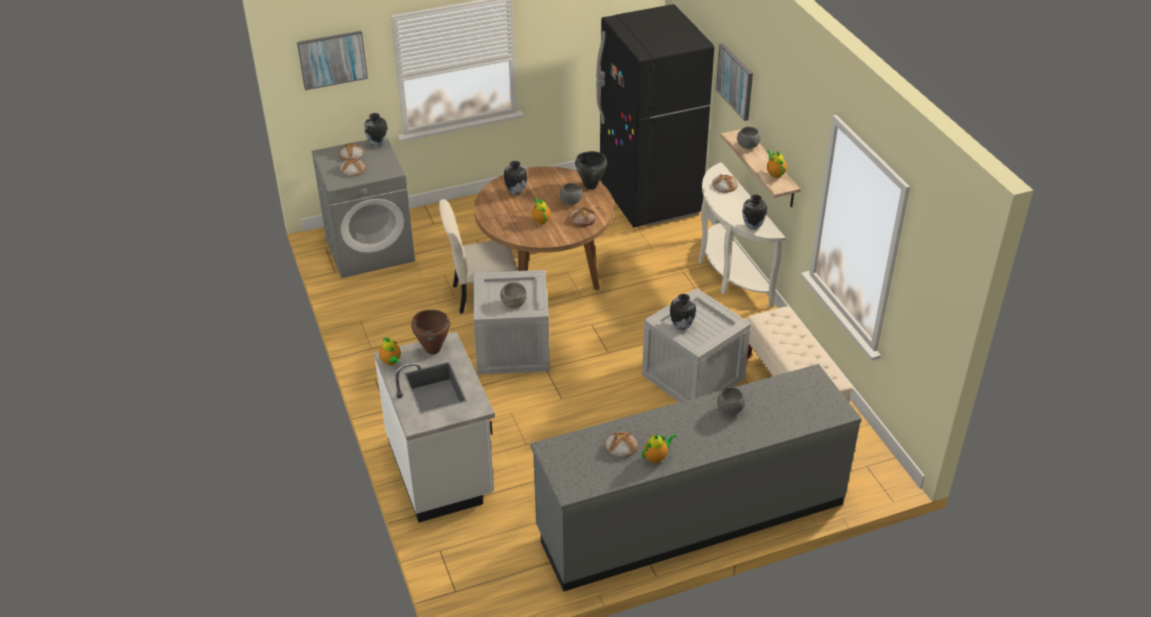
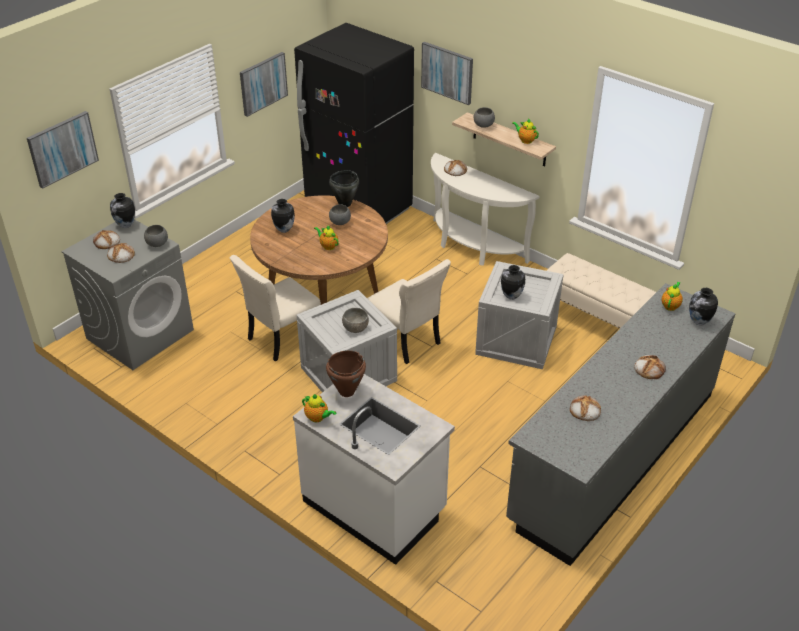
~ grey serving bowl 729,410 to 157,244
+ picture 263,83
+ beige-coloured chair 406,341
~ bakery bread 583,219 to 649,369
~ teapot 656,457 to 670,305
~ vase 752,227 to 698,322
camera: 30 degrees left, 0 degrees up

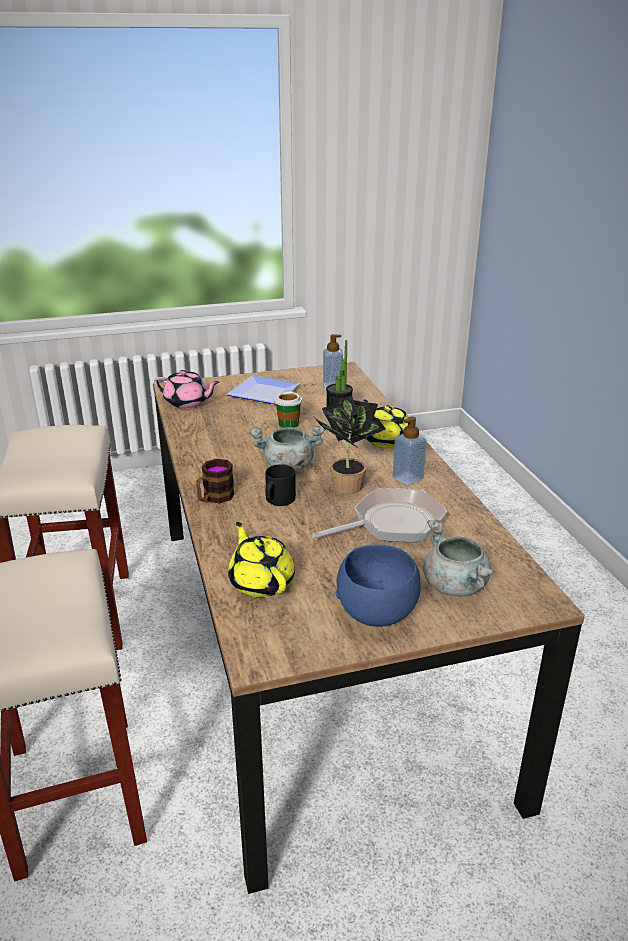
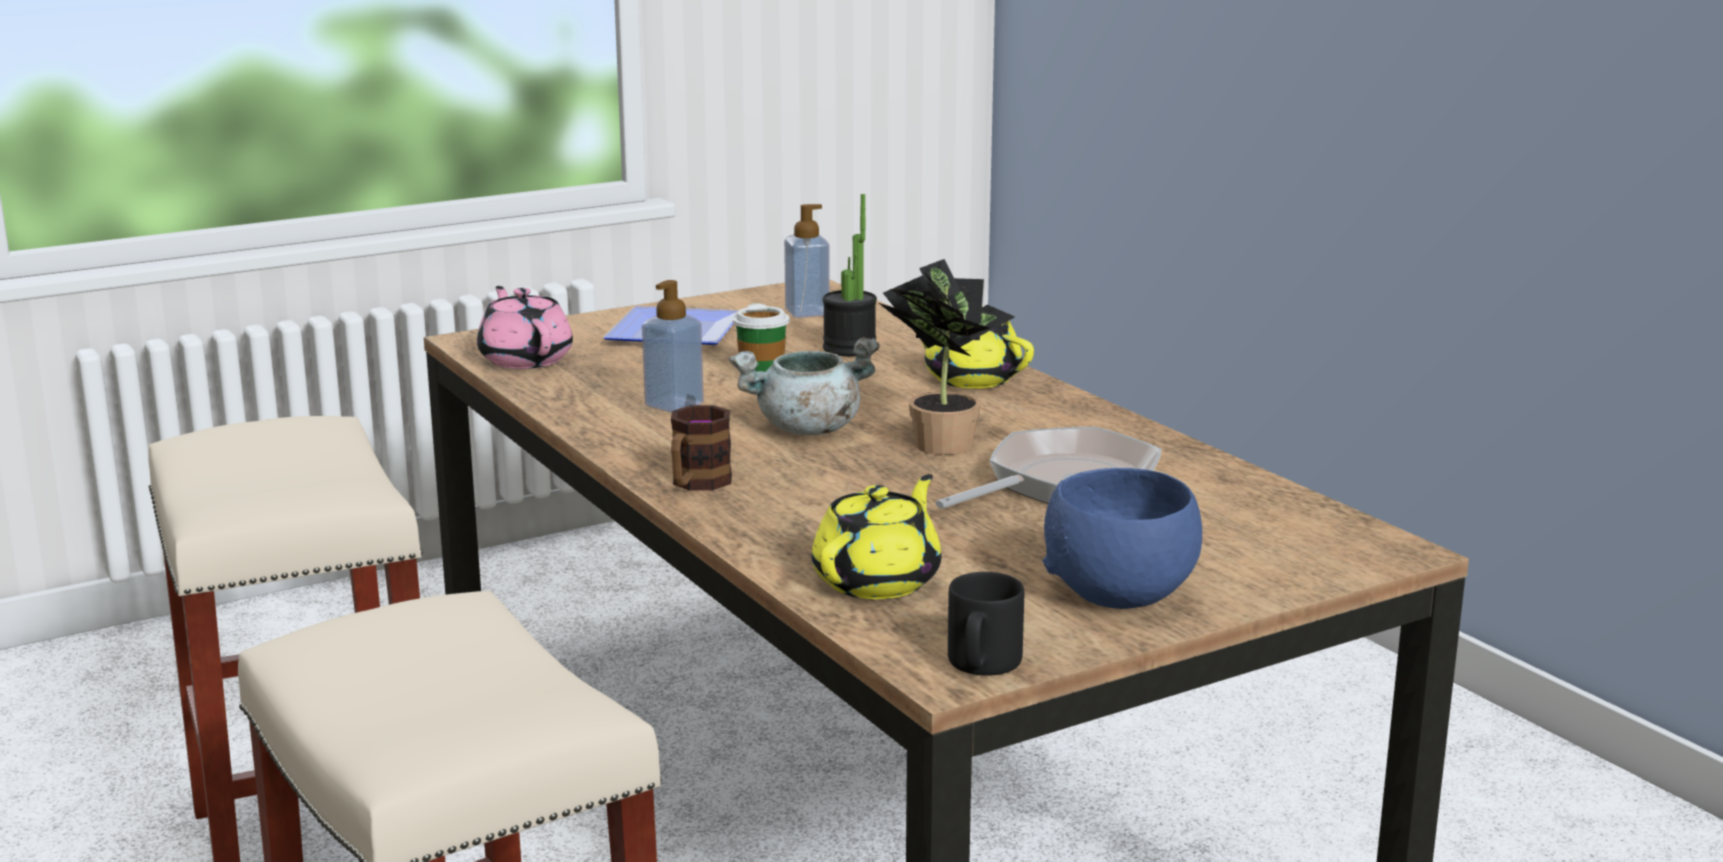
~ pinkish teapot 187,403 = 525,359 120 degrees counterclockwise
~ soap bottle 407,478 to 674,405
~ yellowish teapot 261,581 = 879,581 75 degrees clockwise
~ black-coloured tea mug 278,500 to 982,665
- grey stockpot 456,586
camera: 15 degrees left, 10 degrees down

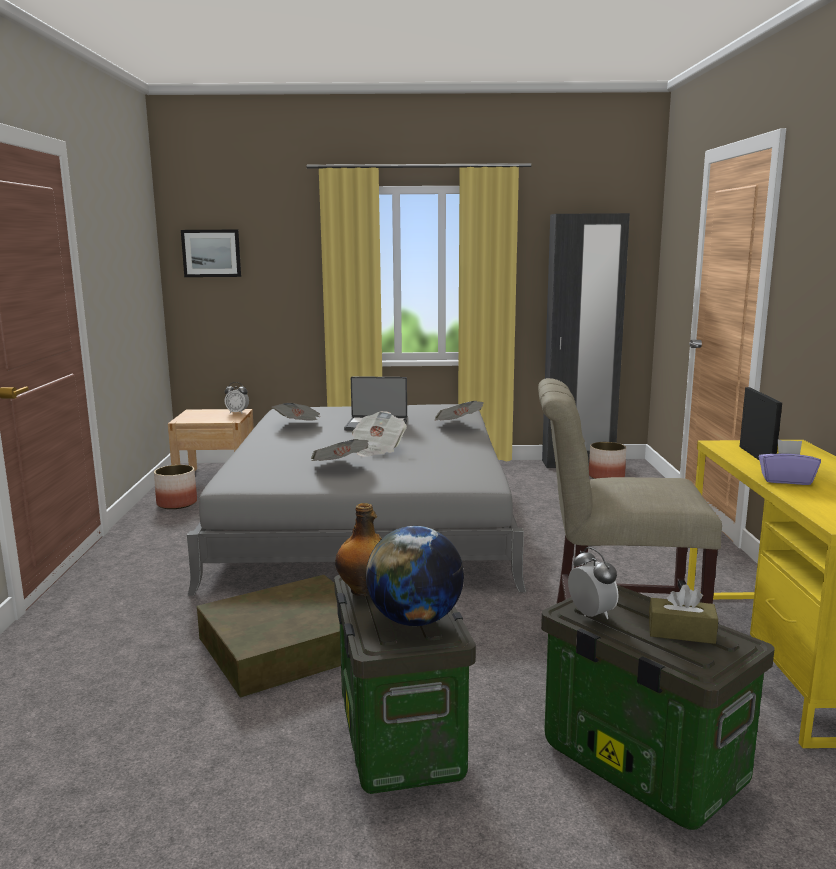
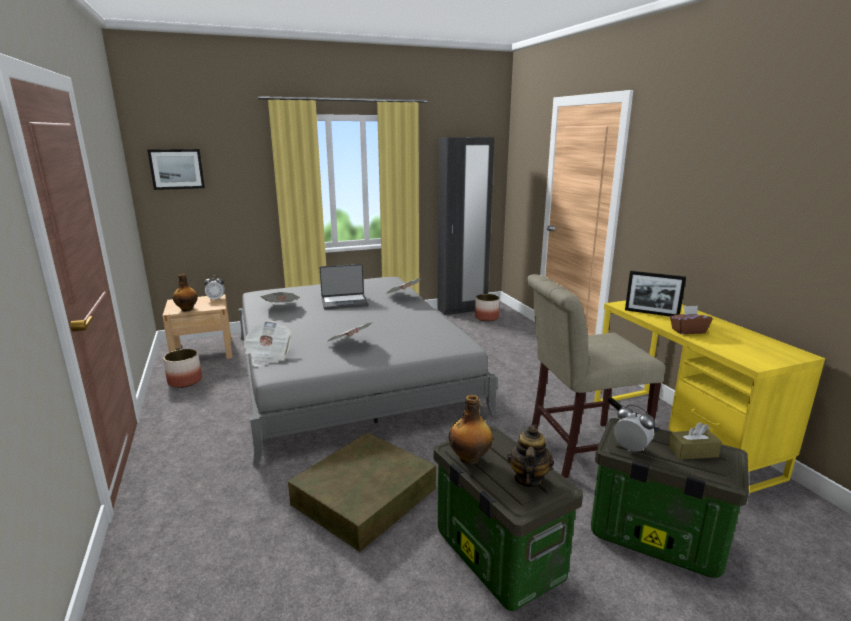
+ drink bottle 187,309
~ printed paper 377,449 to 268,356
~ desk globe 415,620 to teapot 528,479
~ photo frame 756,456 = 651,313 135 degrees clockwise
~ purple tissue box 786,480 to brown tissue box 688,331
camera: 20 degrees left, 5 degrees up

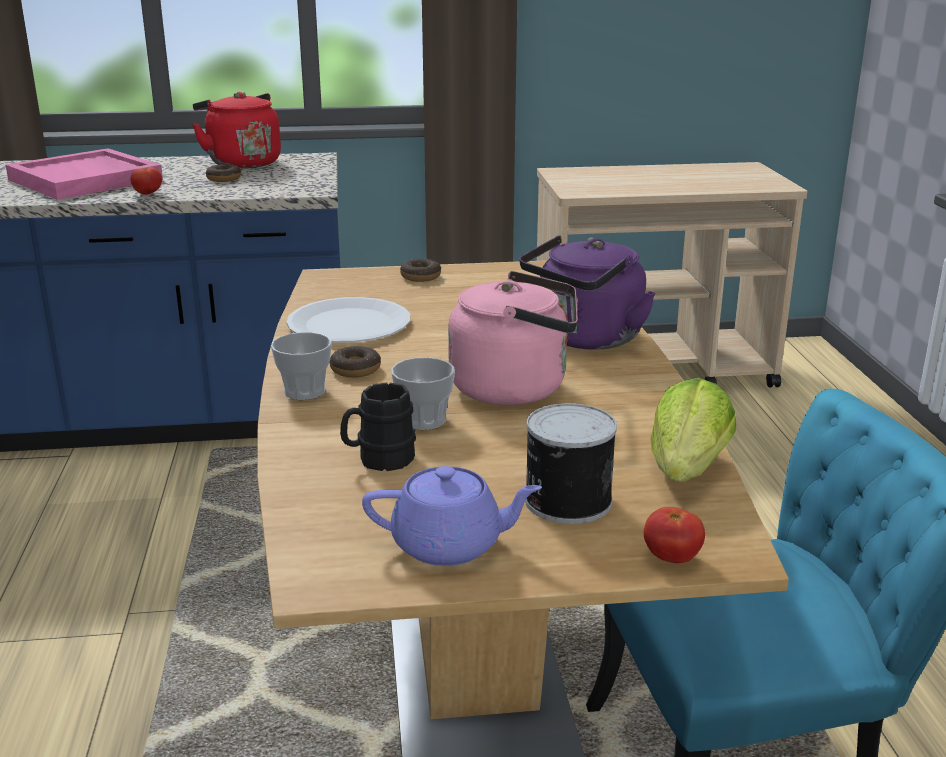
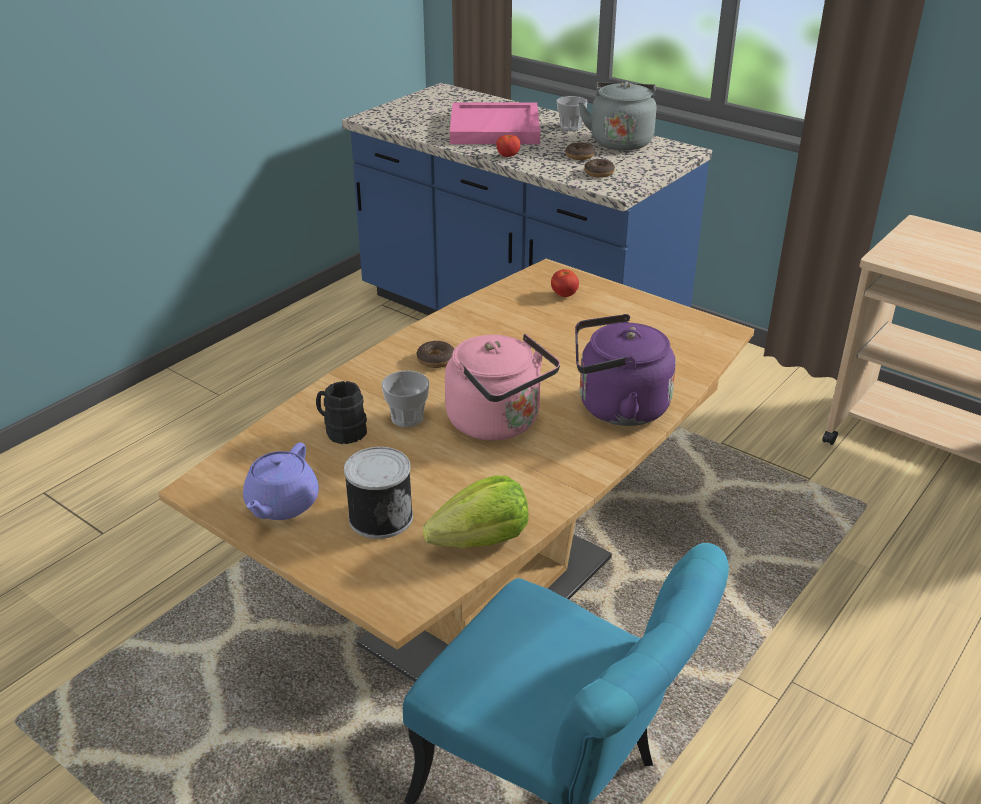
~ purple teapot 450,545 = 281,505 60 degrees clockwise
~ whole tomato 672,558 to 564,295
~ small cup 304,391 to 570,127
~ red-coloured kettle 242,163 to grey kettle 620,141
~ donut 420,277 to 599,173
- whitish plate 349,324
camera: 45 degrees right, 10 degrees up

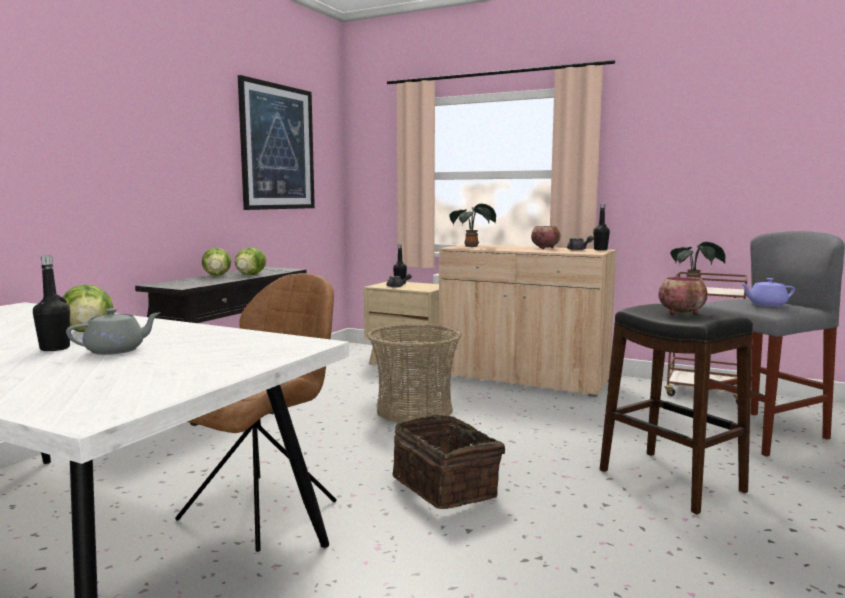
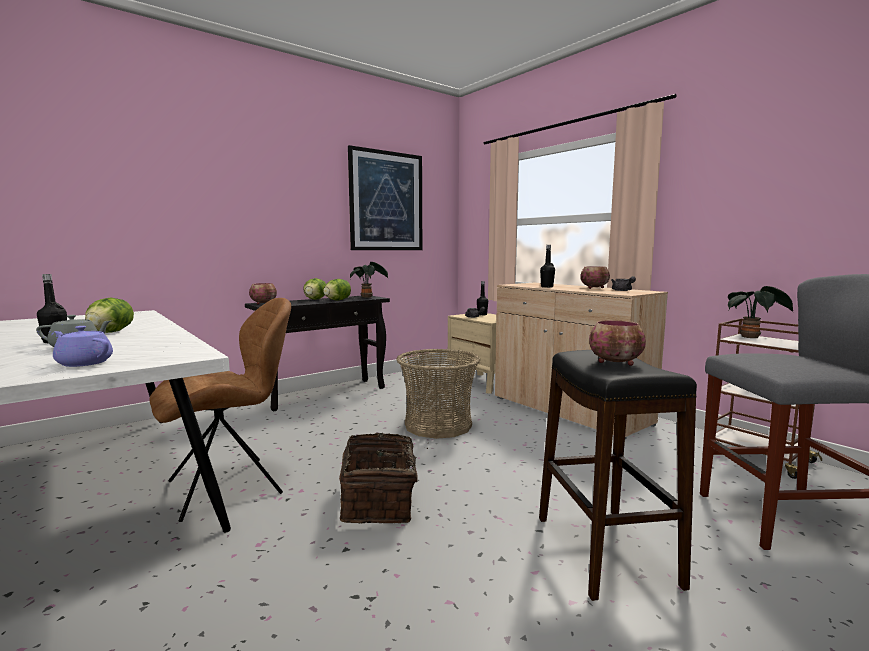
~ purple teapot 766,305 to 83,363
+ serving bowl 264,303
~ houseplant 473,247 to 368,297
~ black-coloured drink bottle 600,250 to 547,287
camera: 25 degrees right, 0 degrees up

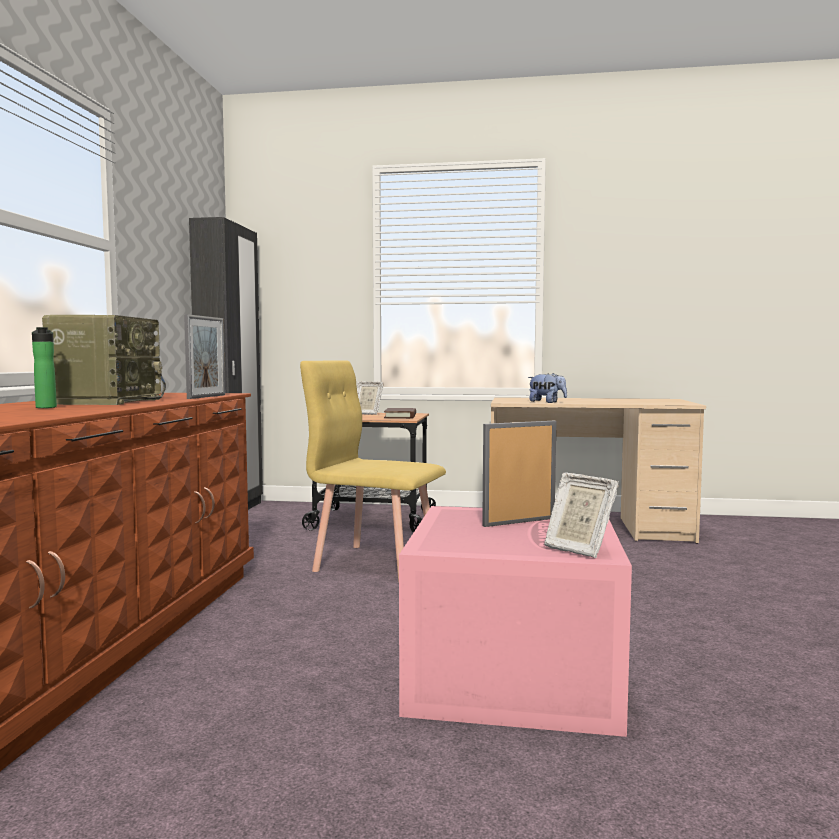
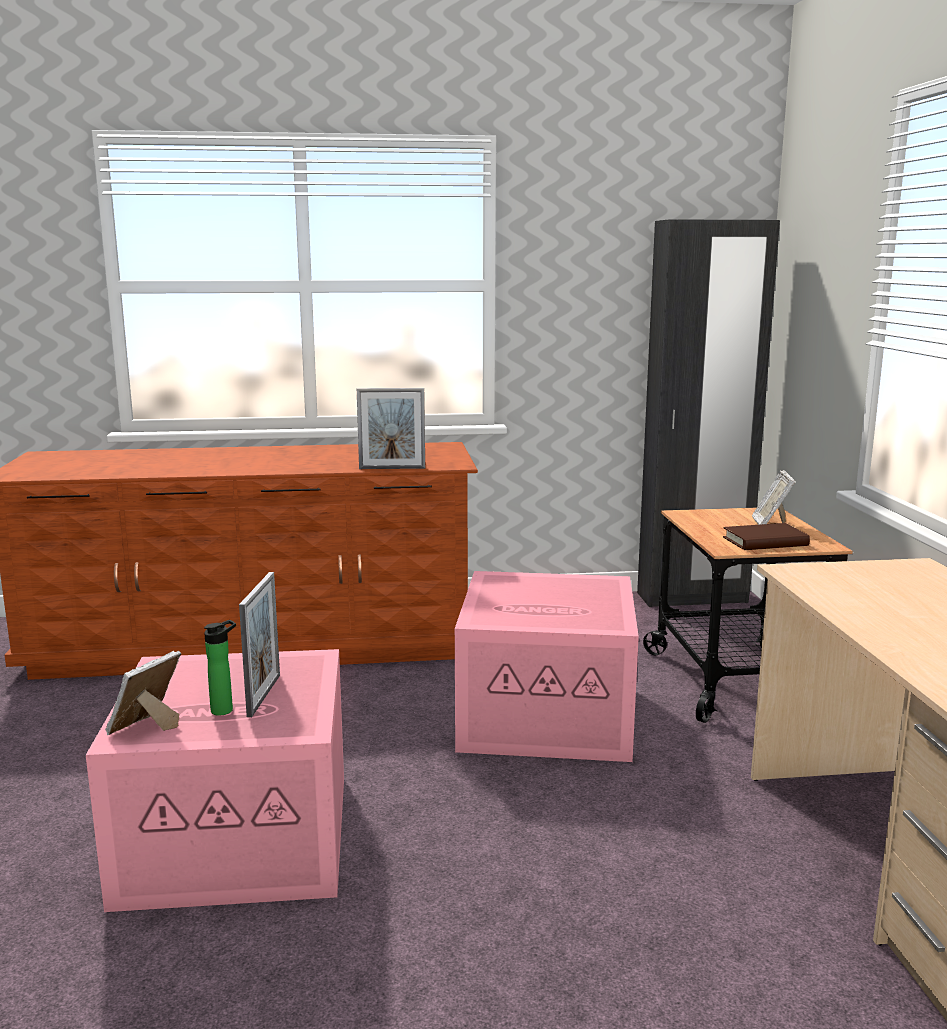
~ drink bottle 46,407 to 225,709
~ photo frame 519,522 = 264,695 45 degrees clockwise
~ yellowish chair 376,562 to pinkish storage box 549,715
- radio receiver 107,401
- soft toy 547,402
camera: 75 degrees right, 10 degrees up

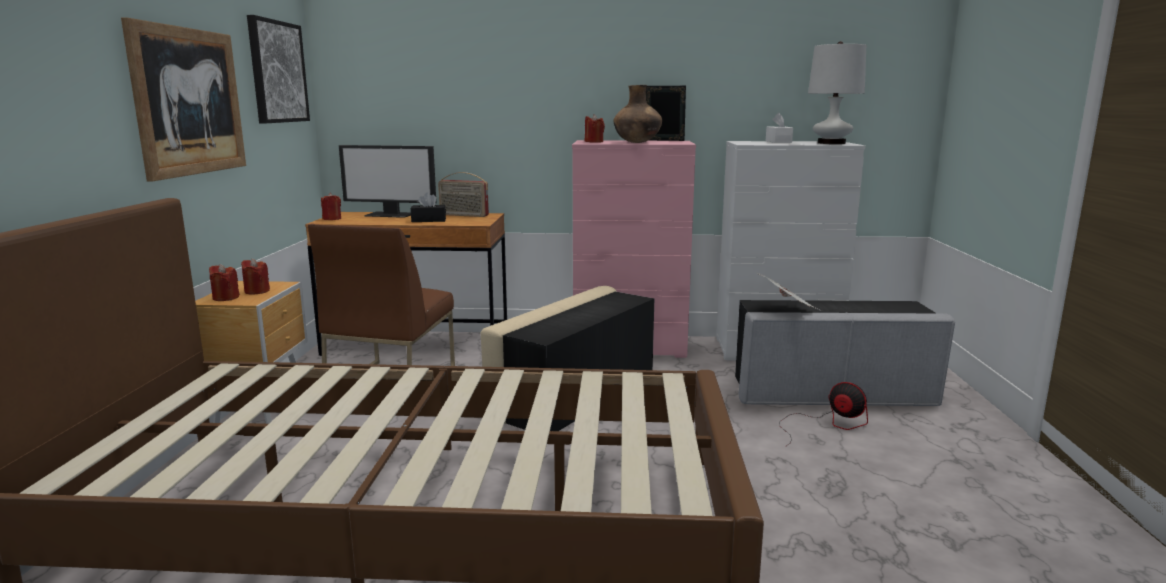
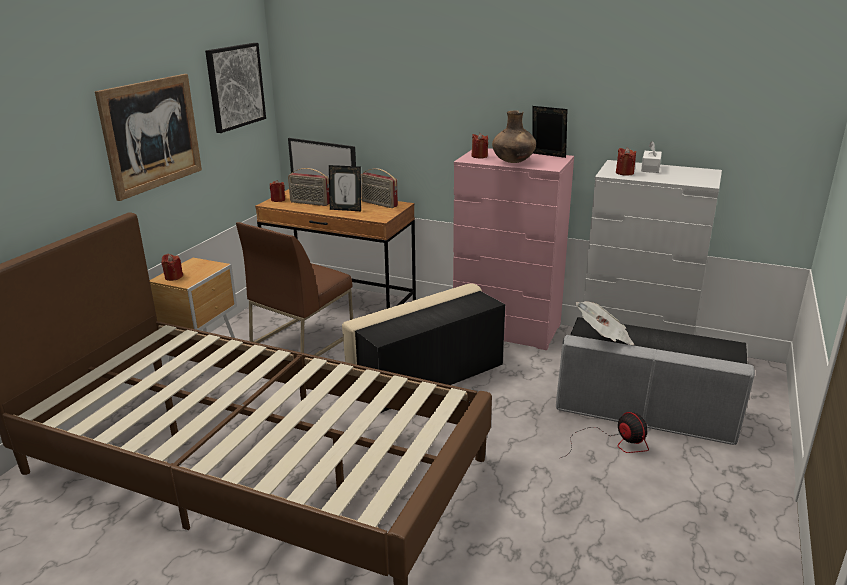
+ radio receiver 309,203
~ black-coloured tissue box 428,220 to photo frame 346,209
~ red-coloured candle 257,291 to 624,173
- whitish tabletop lamp 831,143
camera: 20 degrees right, 10 degrees up

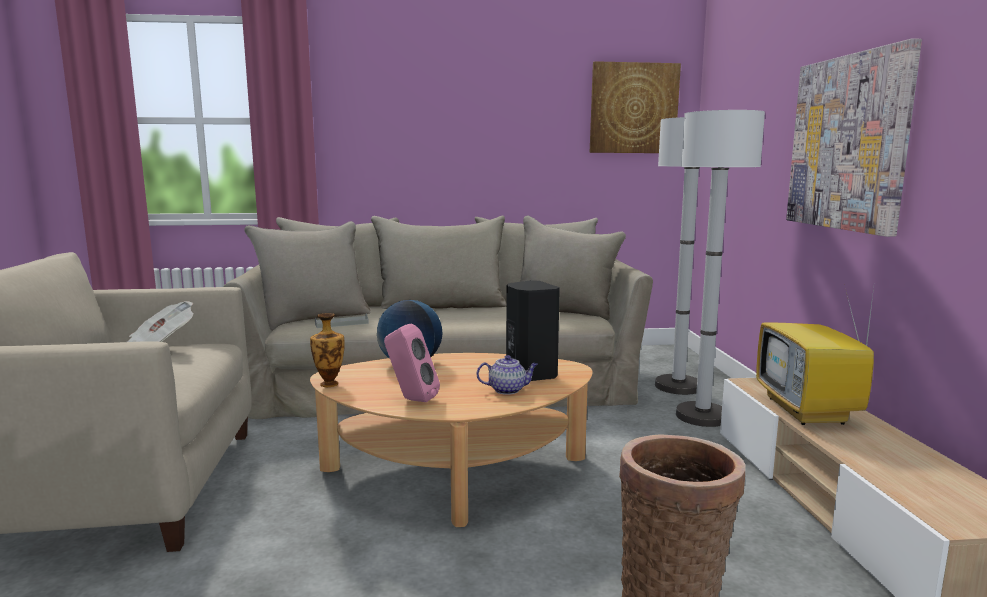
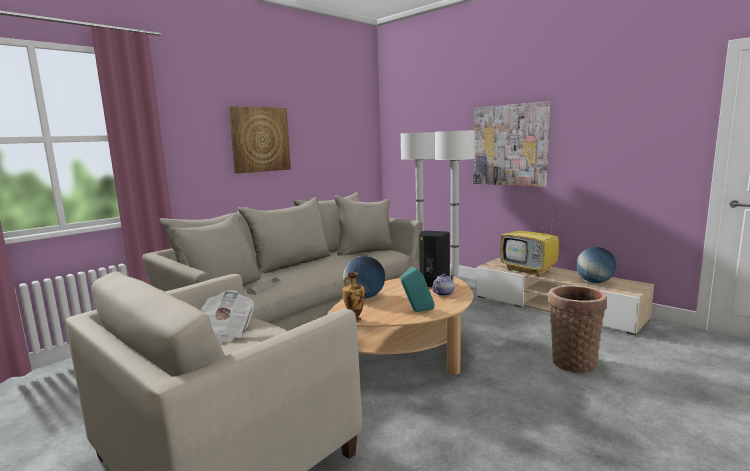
~ picture 633,108 to 260,139
~ pinkish audio speaker 411,399 to blue-green audio speaker 417,311
+ desk globe 594,282
camera: 40 degrees left, 0 degrees up

